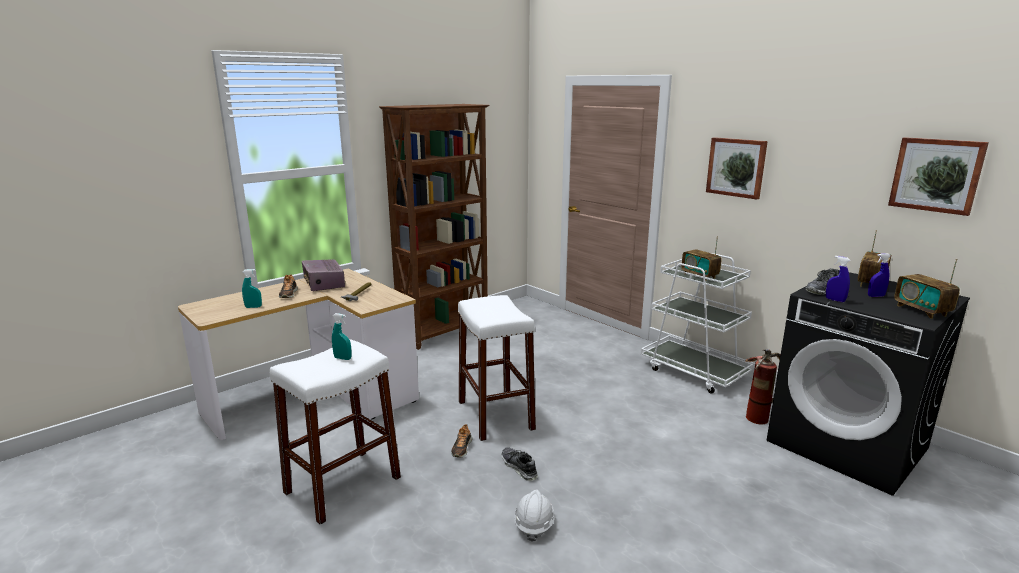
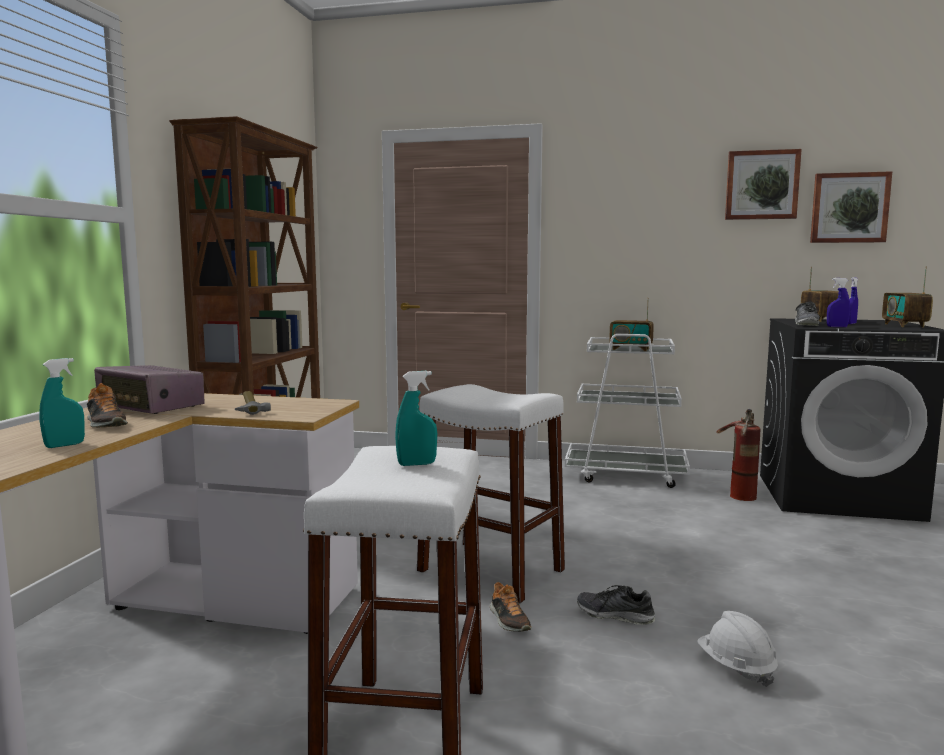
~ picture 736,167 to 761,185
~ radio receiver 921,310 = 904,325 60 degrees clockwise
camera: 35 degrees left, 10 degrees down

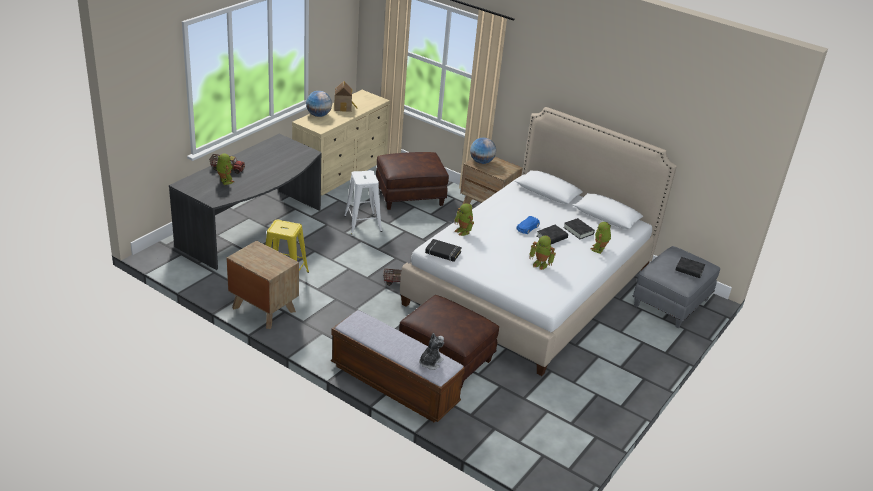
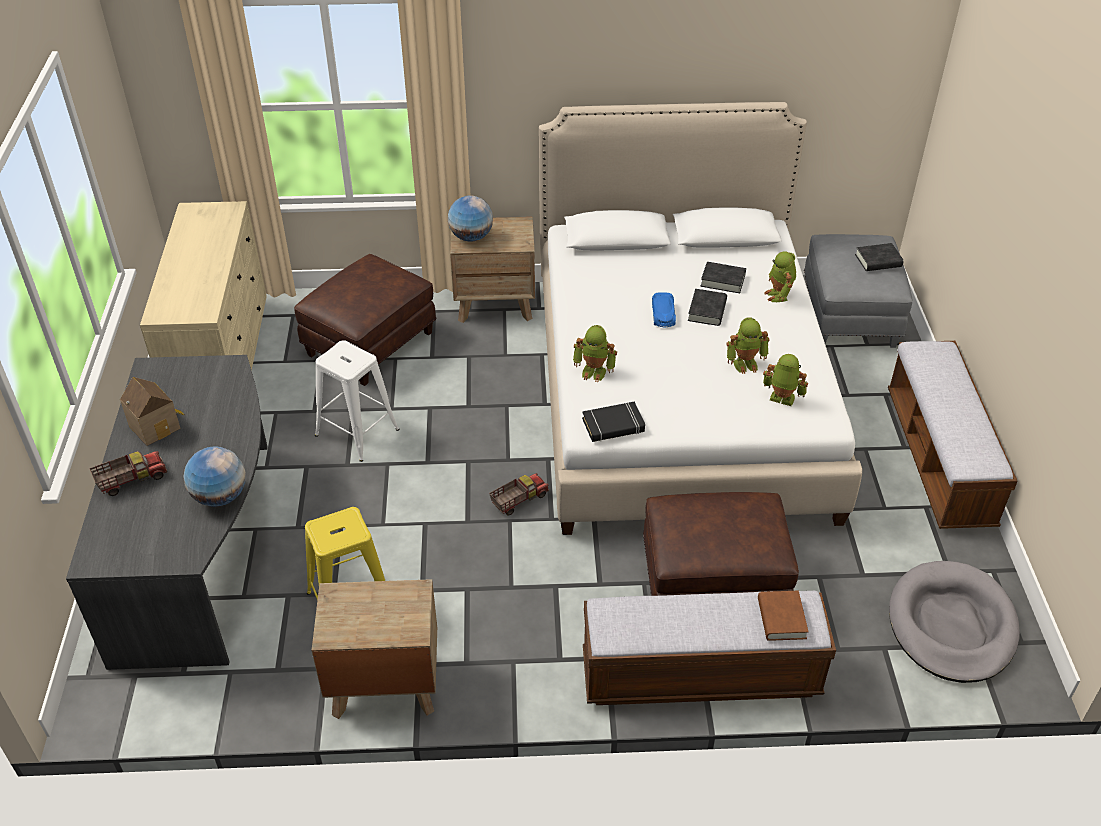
~ model house 344,107 to 156,426
~ desk globe 318,115 to 220,496
~ soft toy 430,362 to brown bound book 781,619
~ toy robot 225,181 to 781,399
+ long seat 938,459
+ grey dog bed 951,625
camera: 35 degrees left, 10 degrees up

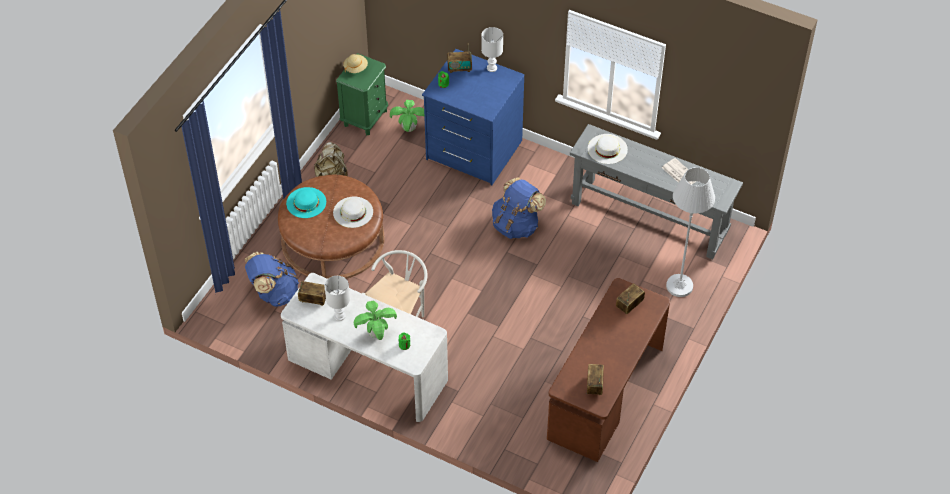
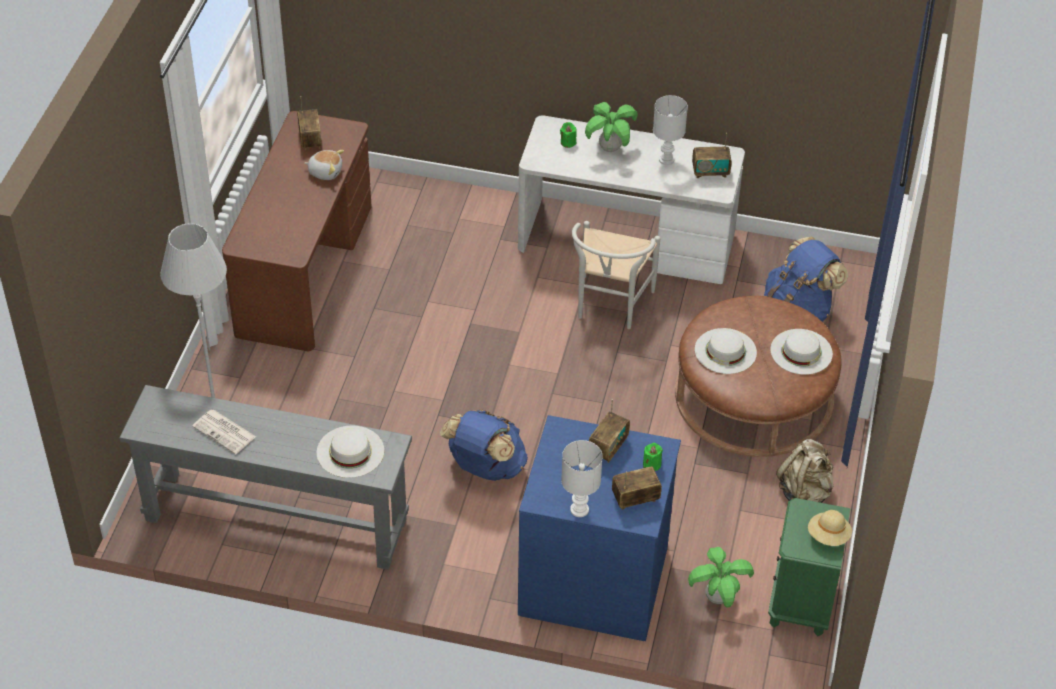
+ soft toy 325,171
~ radio receiver 629,305 to 608,447
~ blue-green wearable hat 306,202 to whitish wearable hat 801,351
camera: 165 degrees right, 5 degrees down

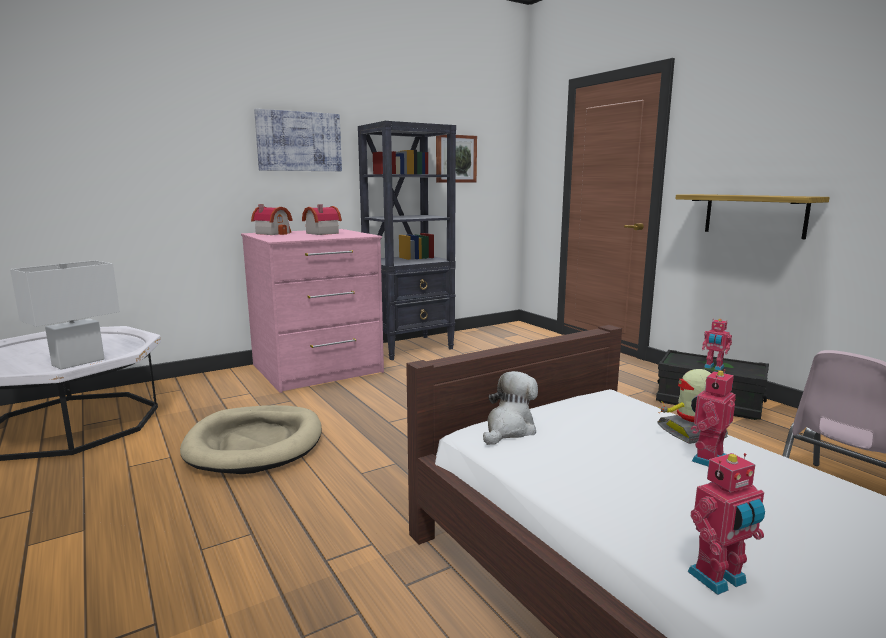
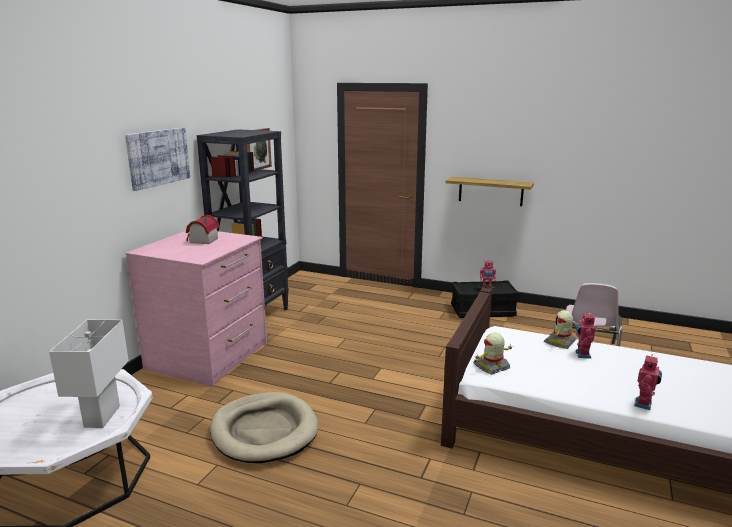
~ soft toy 509,429 to toy robot 492,367
- model house 274,233
camera: 35 degrees left, 5 degrees up

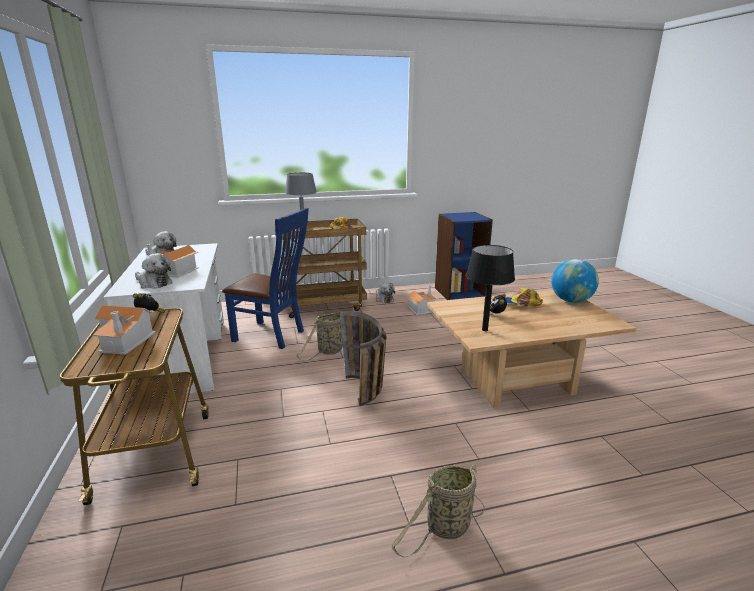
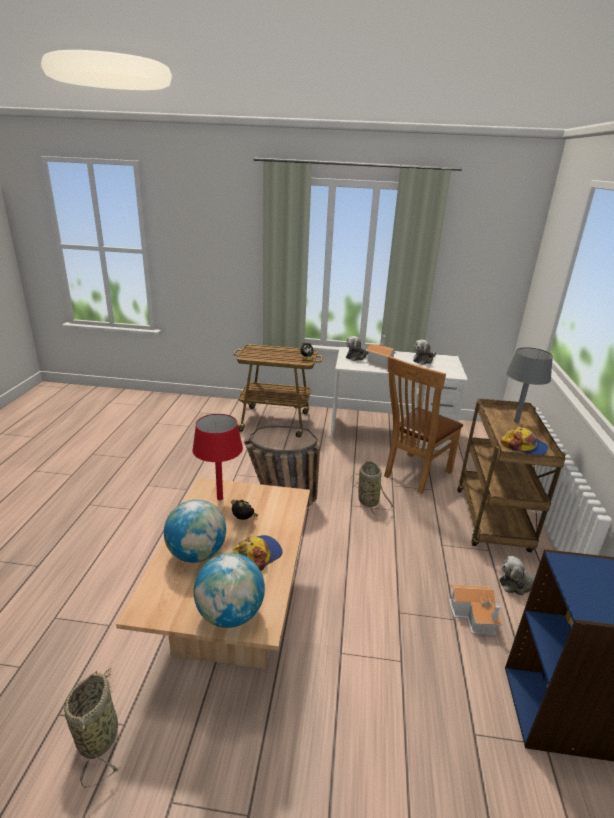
~ household basket 445,528 to 99,735
+ desk globe 197,554
~ black-coloured tabletop lamp 484,330 to red-coloured tabletop lamp 219,498
~ blue-coloured chair 273,336 to brown chair 414,474
- model house 126,340
camera: 110 degrees right, 5 degrees up

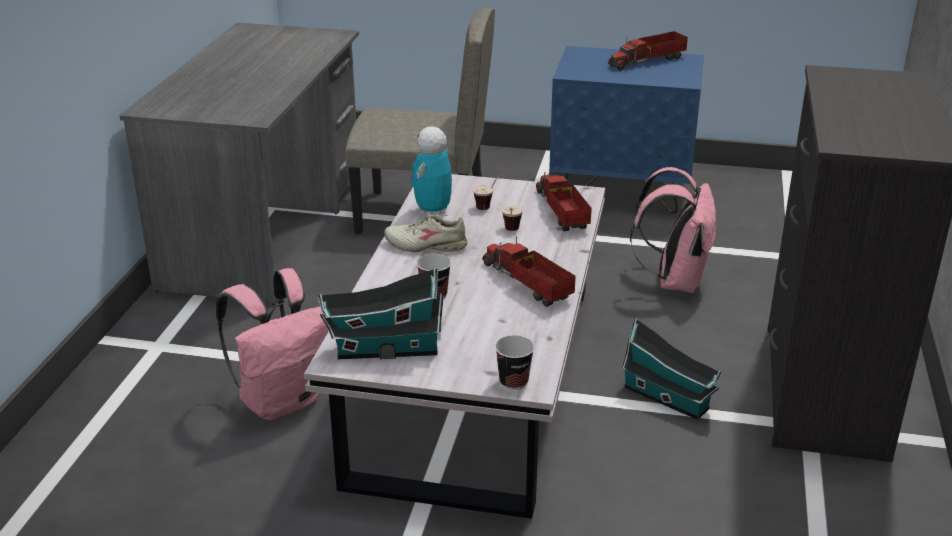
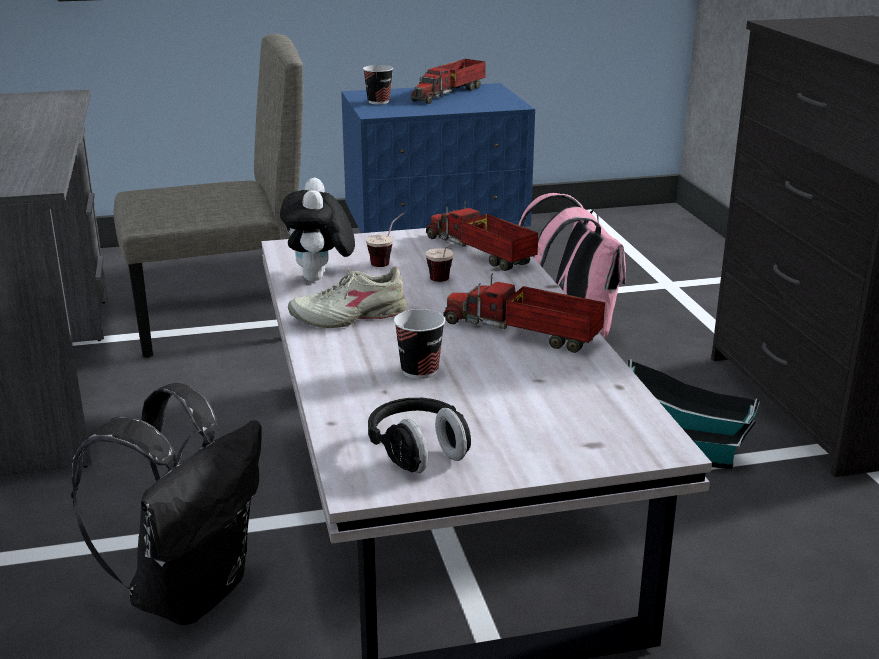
~ pinkish backpack 283,400 to black-coloured backpack 190,591
~ toy robot 433,211 to soft toy 319,279
~ small cup 513,382 to 378,102
~ model house 383,350 to black-coloured pair of headphones 418,452
camera: 25 degrees left, 5 degrees down

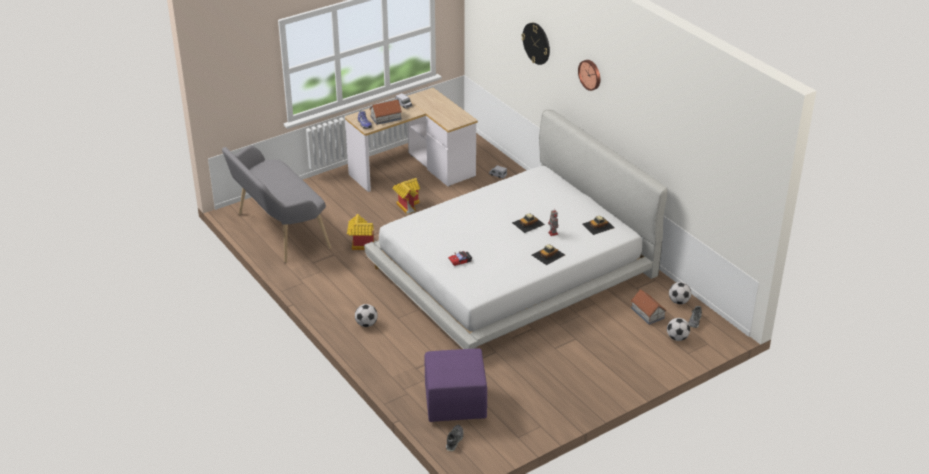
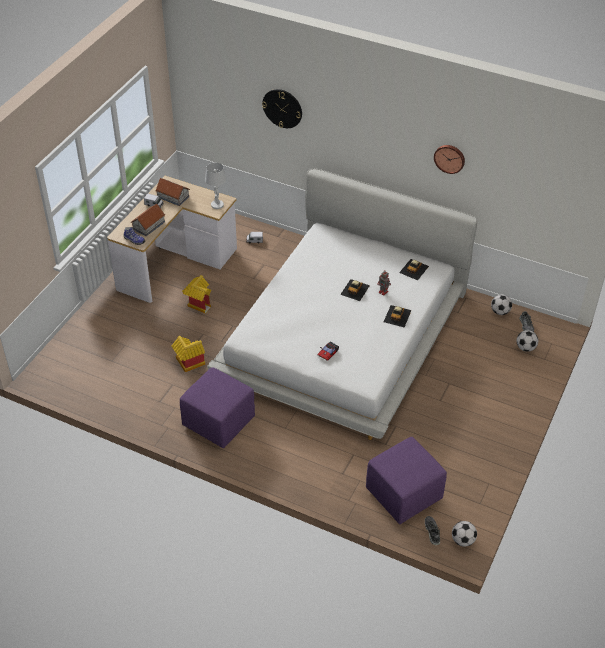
~ model house 647,313 to 173,196
+ purple footrest 218,422
+ whitish tabletop lamp 217,205
~ clock on the wall 590,74 to 449,158
~ football ball 366,324 to 463,540
- grey long seat 278,231
camera: 30 degrees left, 10 degrees up

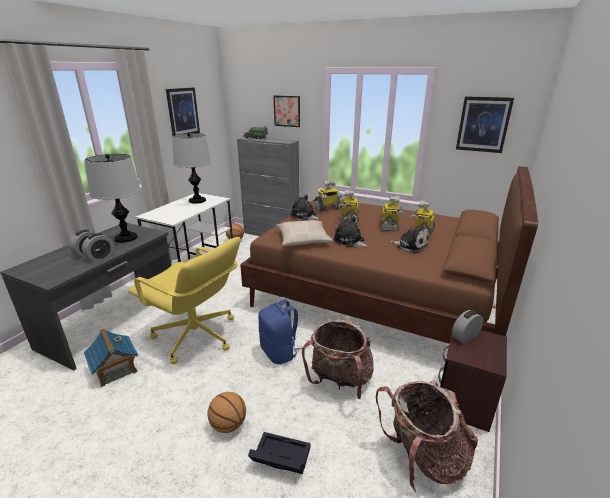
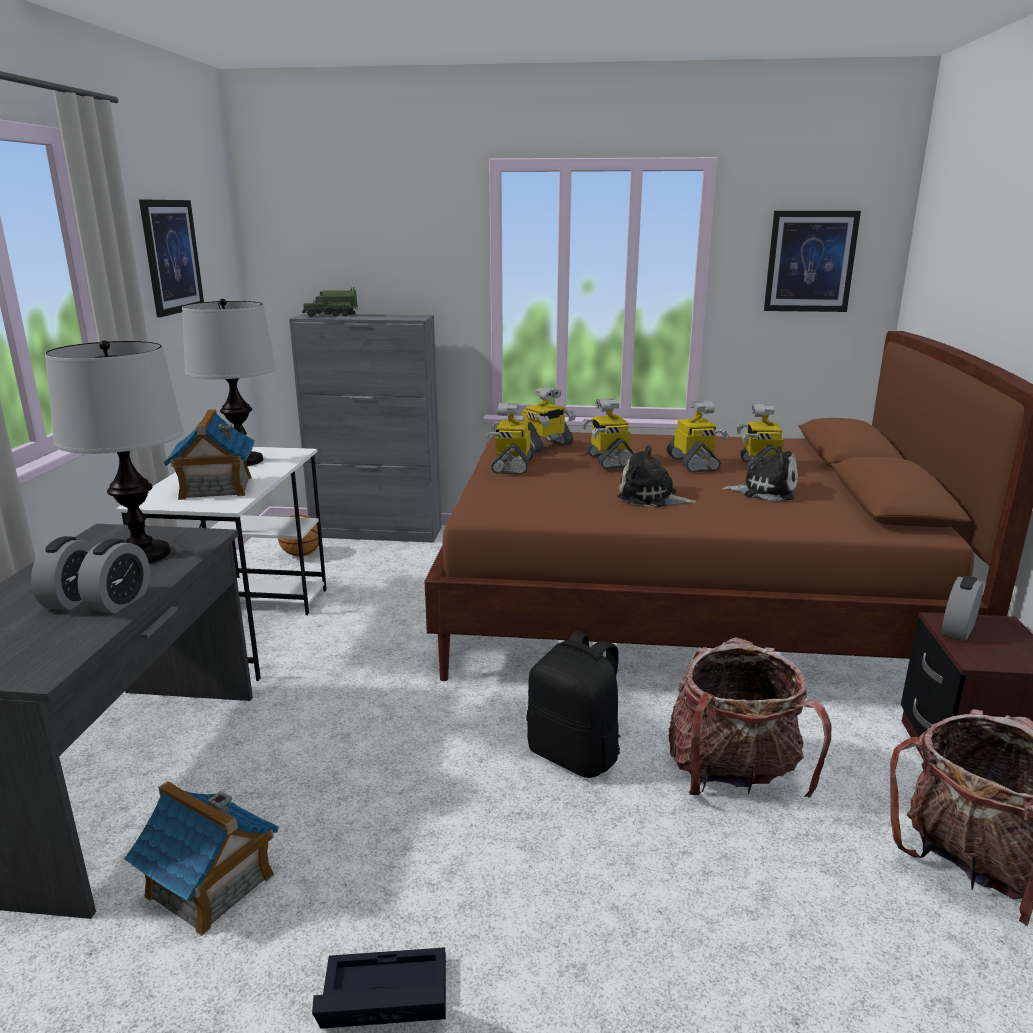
+ model house 215,488
~ black-coloured storage box 279,458 to 380,1003
~ soft toy 304,216 to toy robot 512,465
~ blue-coloured backpack 279,352 to black-coloured backpack 575,755
- yellowish desk chair 196,337
- basketball 228,425
- picture 287,111
- beige-coloured throw pillow 303,240
camera: 20 degrees left, 5 degrees down

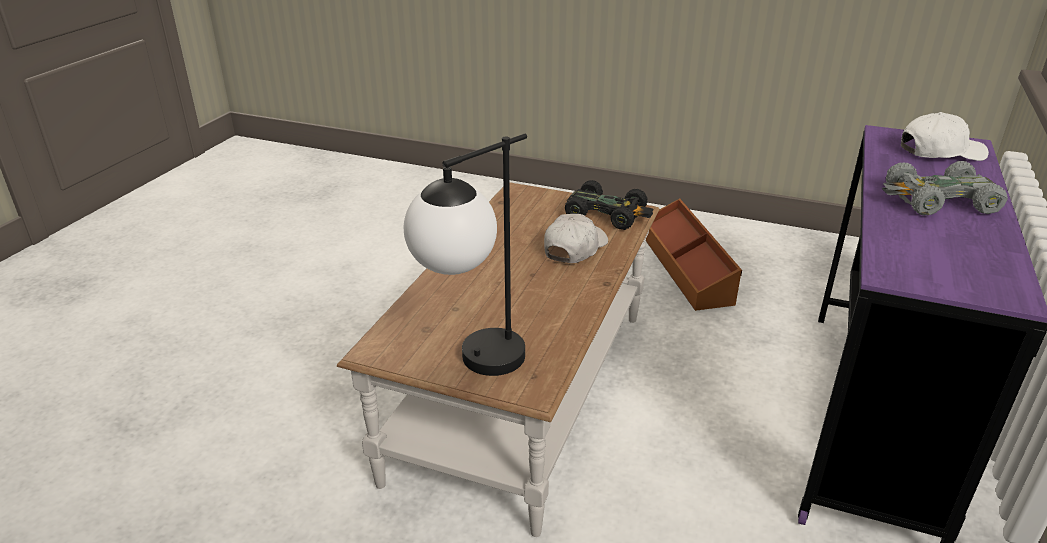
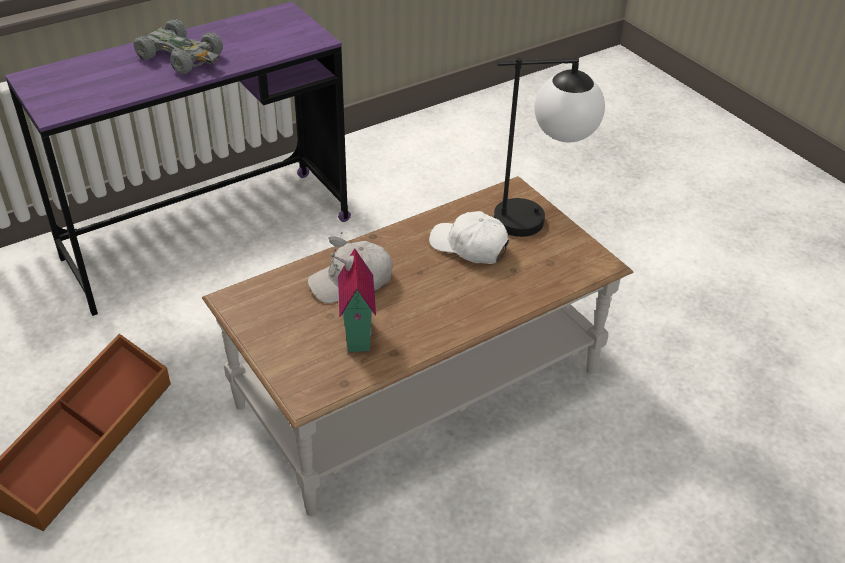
+ model house 354,334
~ whitish cap 940,152 to 469,246
- black-coloured toy car 607,214
camera: 145 degrees left, 10 degrees up

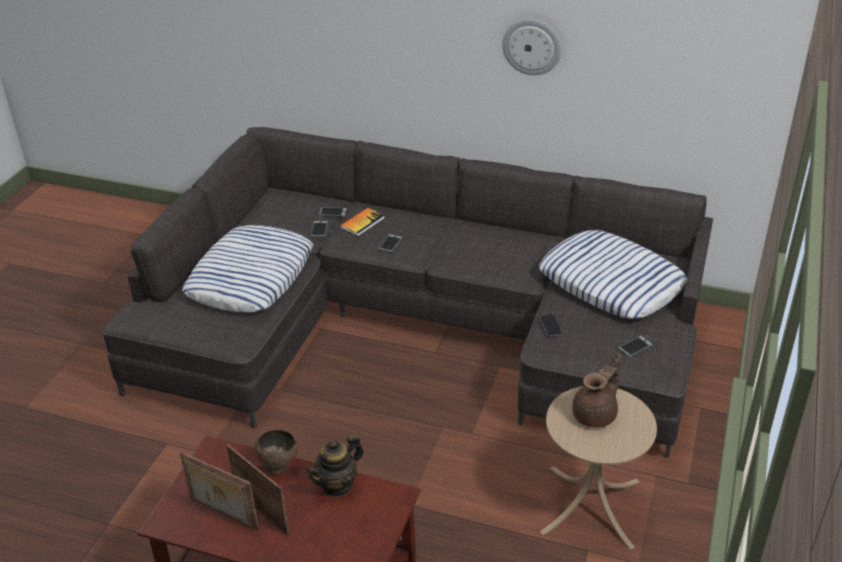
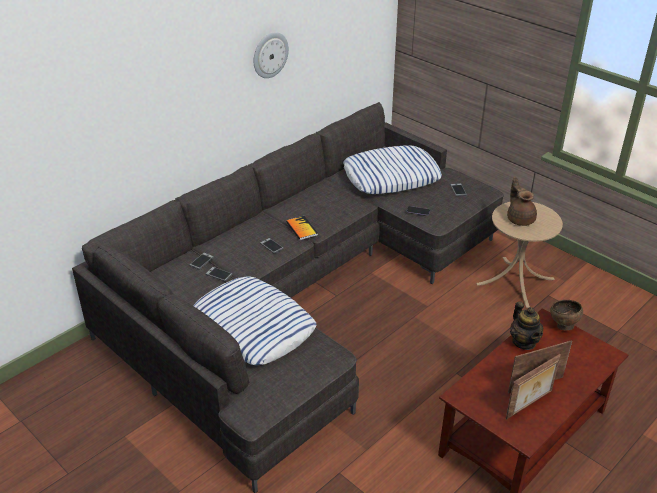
~ bound book 362,223 to 301,229
~ brown serving bowl 278,465 to 563,326
camera: 65 degrees left, 0 degrees up

